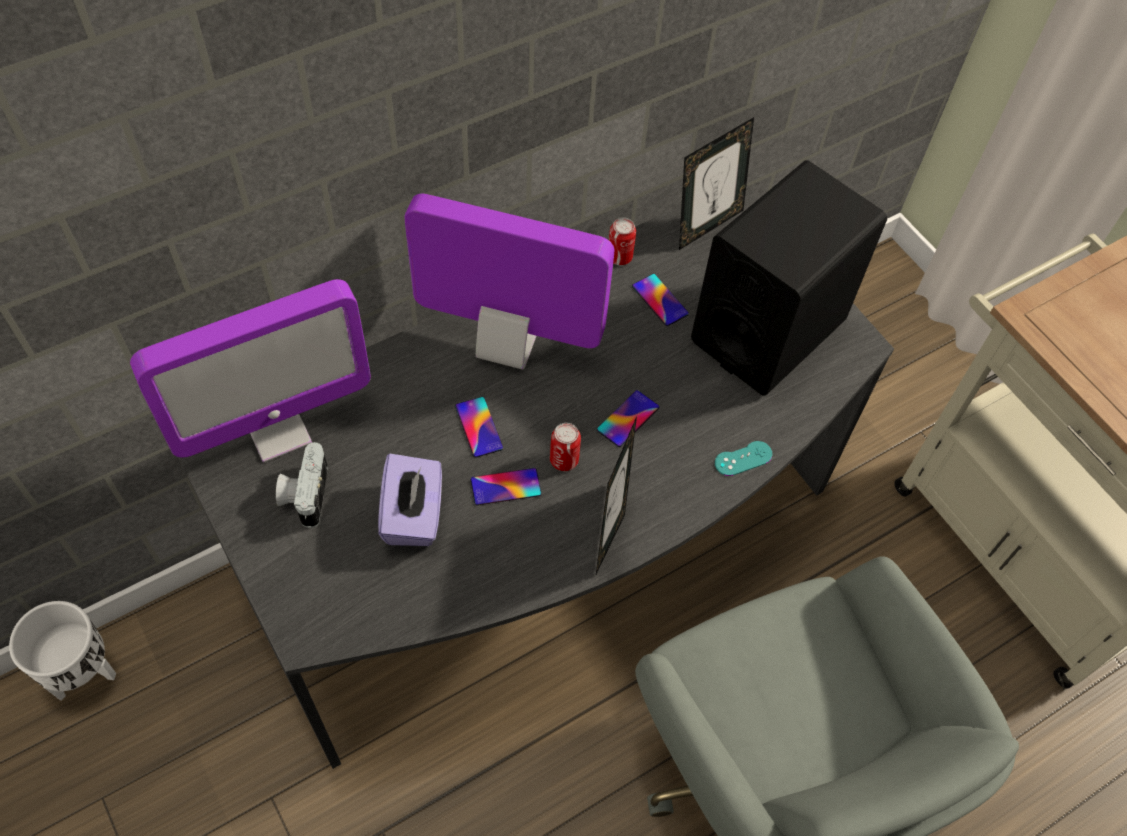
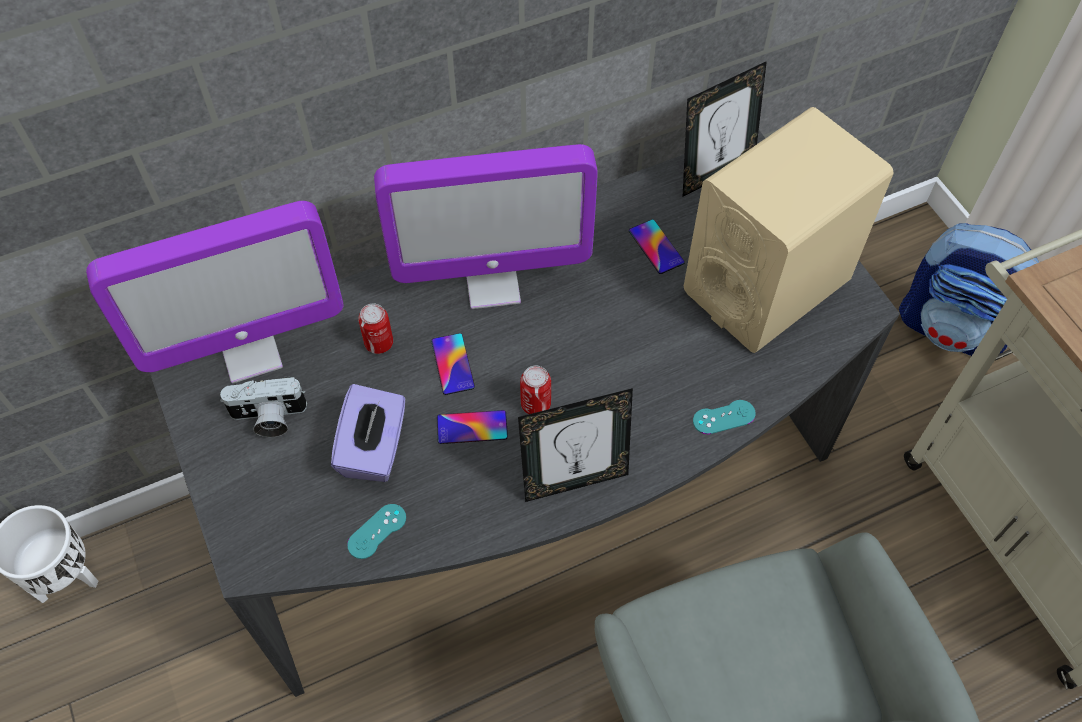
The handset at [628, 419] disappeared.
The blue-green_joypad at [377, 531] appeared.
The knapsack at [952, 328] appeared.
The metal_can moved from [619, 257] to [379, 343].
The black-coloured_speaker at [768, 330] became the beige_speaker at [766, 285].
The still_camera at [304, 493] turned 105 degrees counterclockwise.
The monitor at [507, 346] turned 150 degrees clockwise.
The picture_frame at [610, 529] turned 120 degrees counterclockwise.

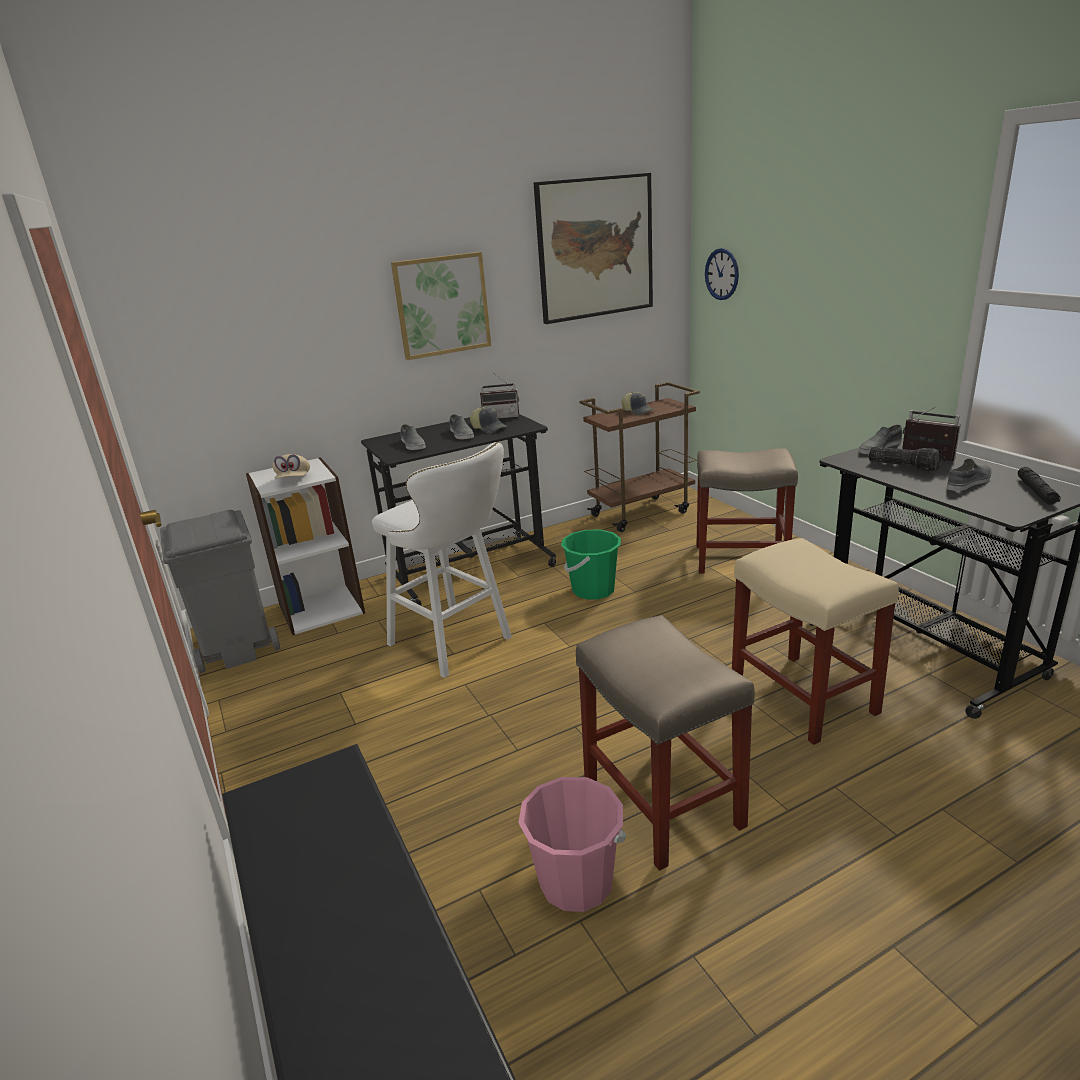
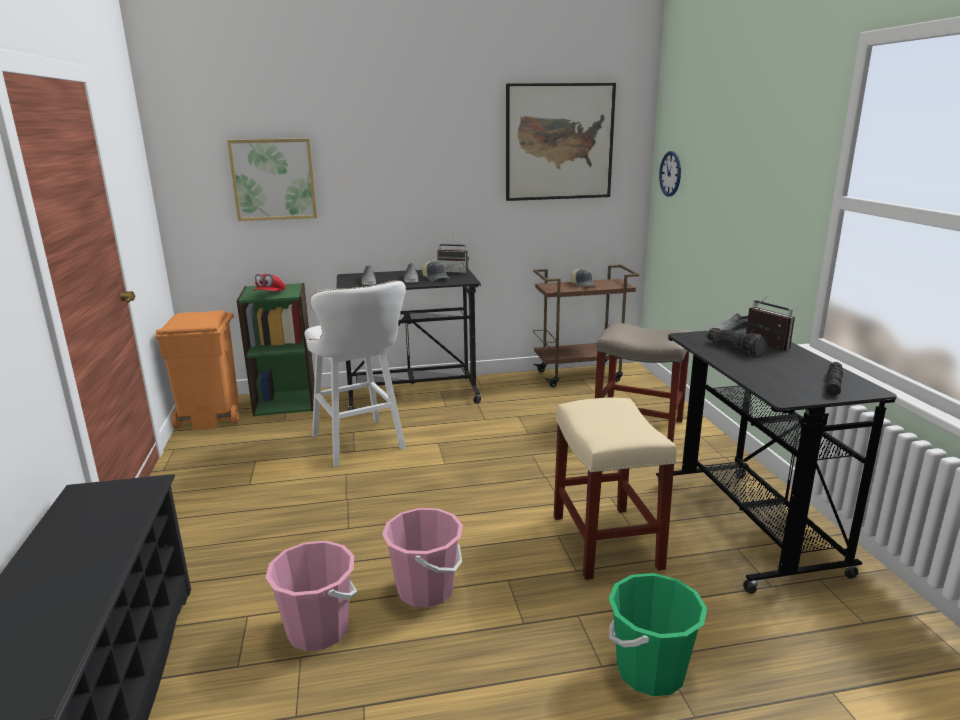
The gray_low_shoe at [969, 482] disappeared.
The wall_art moved from [442, 305] to [274, 179].
The greenish_bucket moved from [593, 590] to [650, 671].
The beige_sitting_stool at [660, 801] was replaced by the pink-coloured_bucket at [426, 590].
The gray_trash_can at [237, 648] became the orange-coloured_trash_can at [210, 417].
The whitish_bookshelf at [321, 608] became the greenish_bookshelf at [285, 402].
The beige_baseball_cap at [294, 480] became the reddish_baseball_cap at [270, 294].

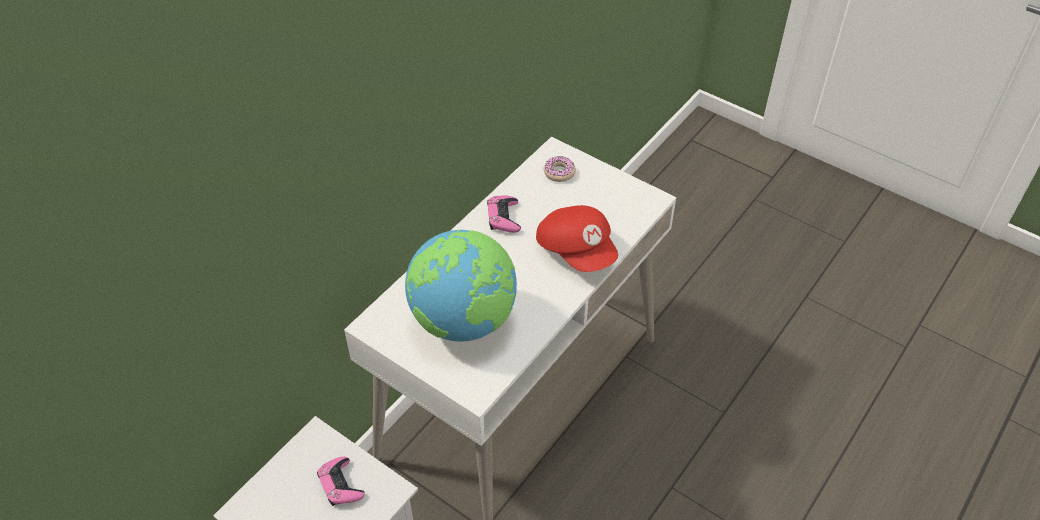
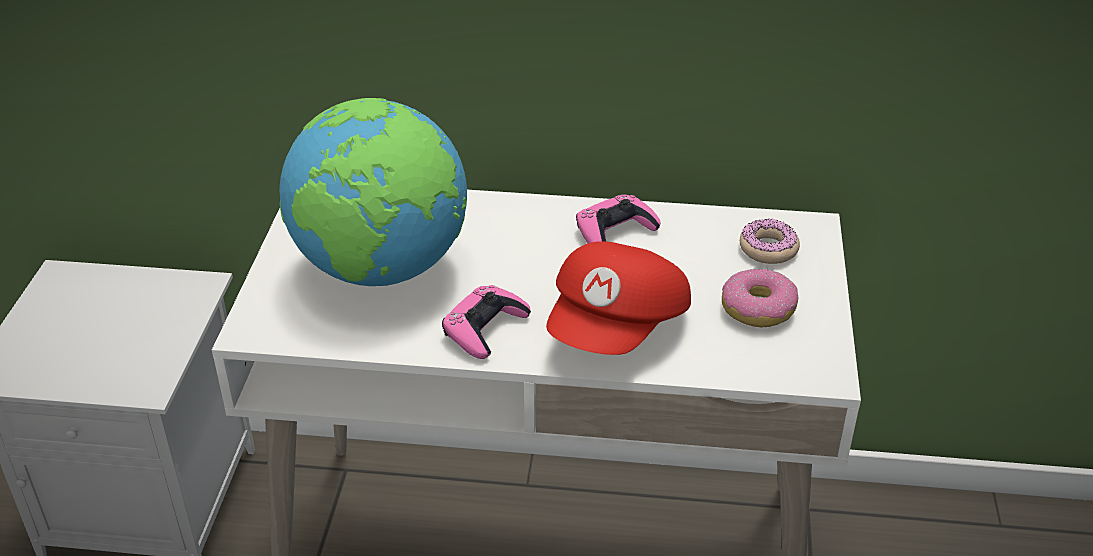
The doughnut at [758, 308] appeared.
The pink-coloured_joypad moved from [341, 485] to [485, 328].

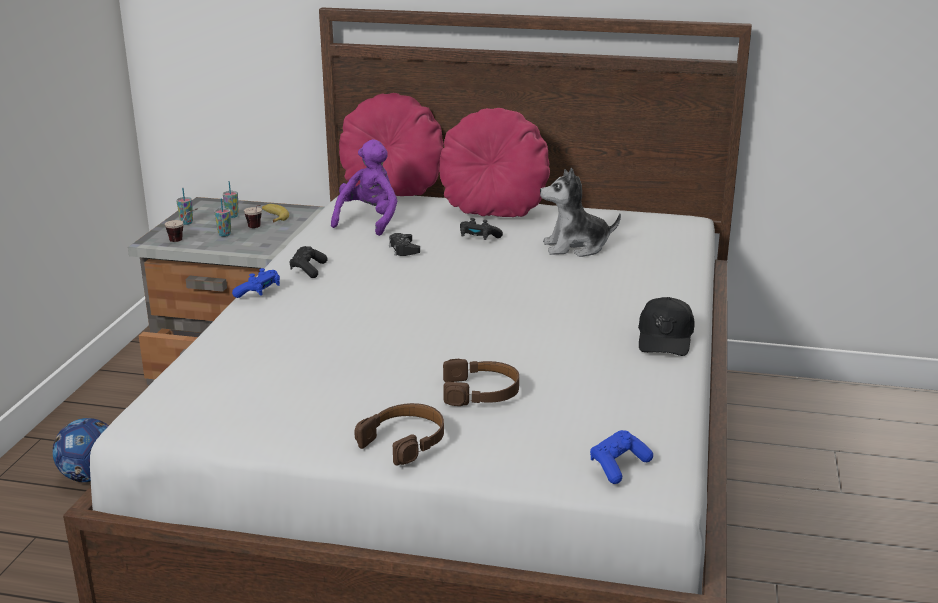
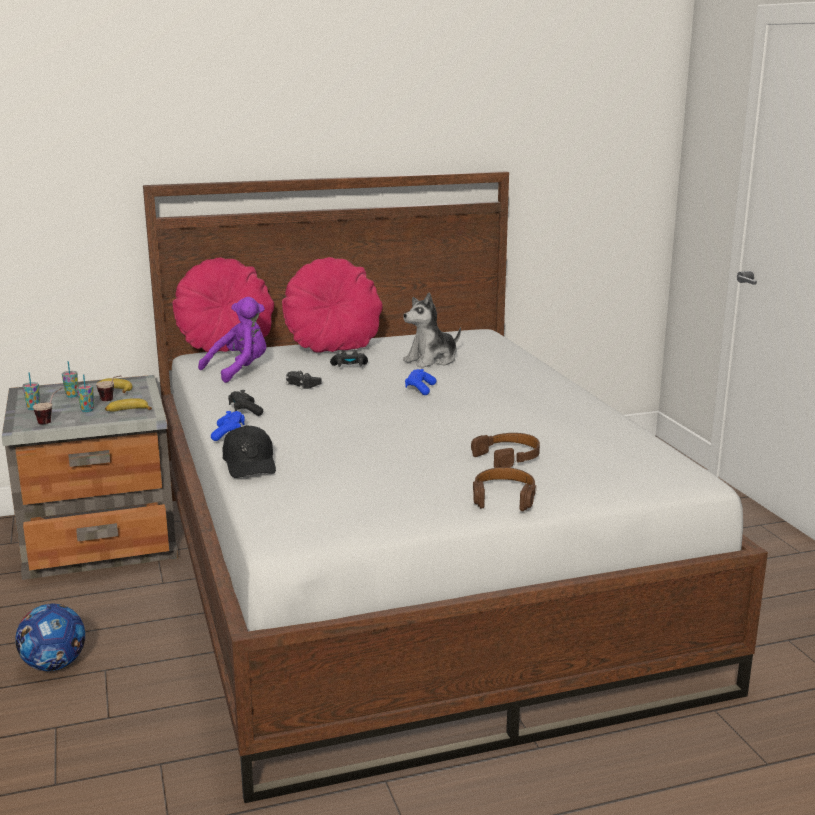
The banana at [128, 411] appeared.
The blue_joypad moved from [618, 466] to [420, 389].
The black-coloured_baseball_cap moved from [665, 339] to [250, 464].
The purple_cuddly_toy at [369, 221] turned 60 degrees clockwise.

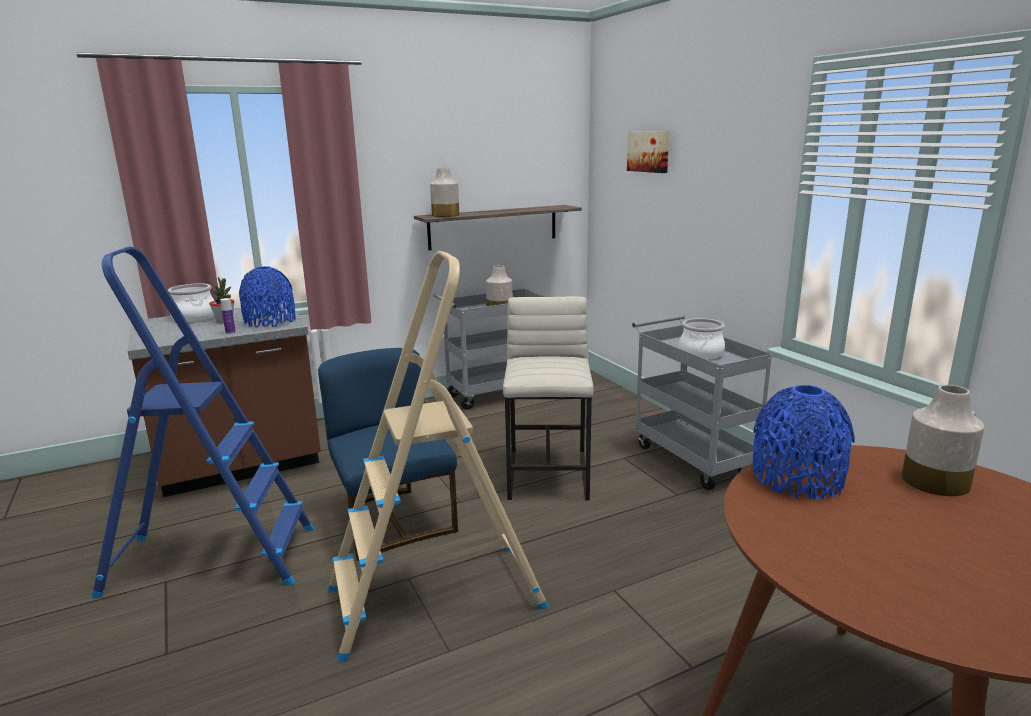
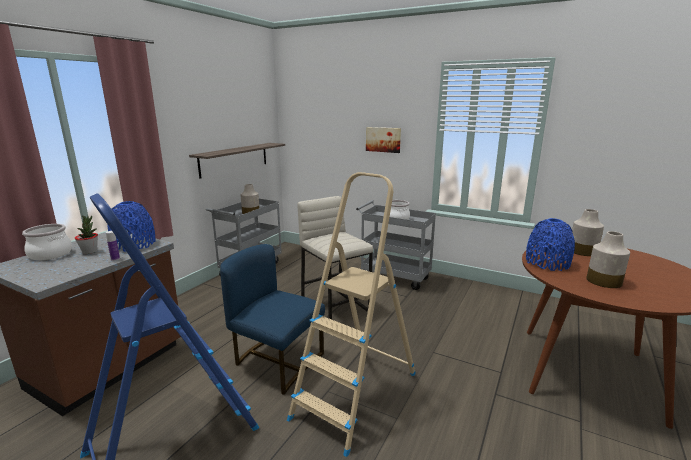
The beige_decorative_vase moved from [445, 215] to [603, 281].
The wall_art moved from [649, 151] to [383, 139].

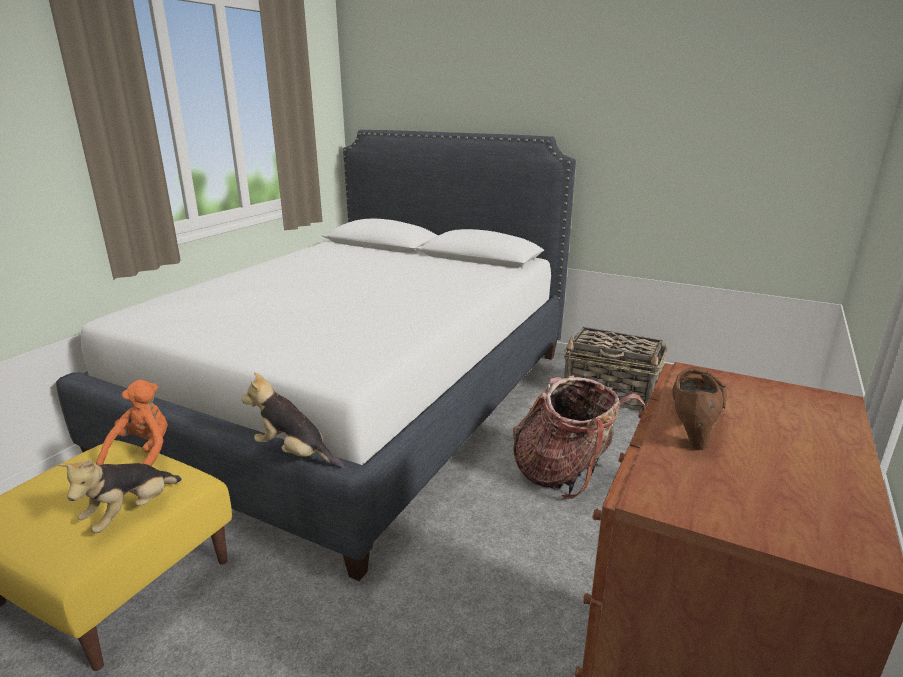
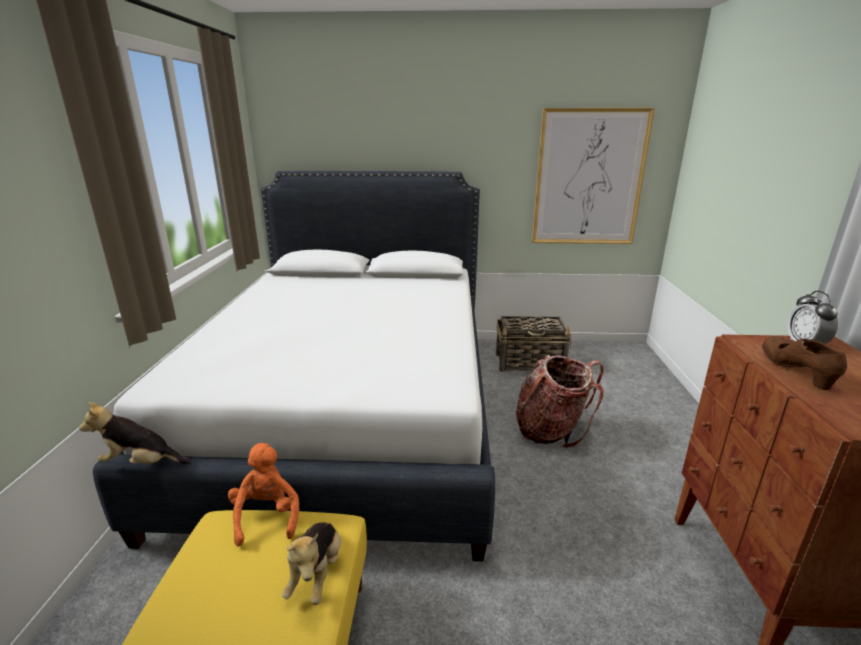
The wall_art at [589, 178] appeared.
The bedside_clock at [804, 345] appeared.
The cuddly_toy moved from [295, 453] to [142, 463].

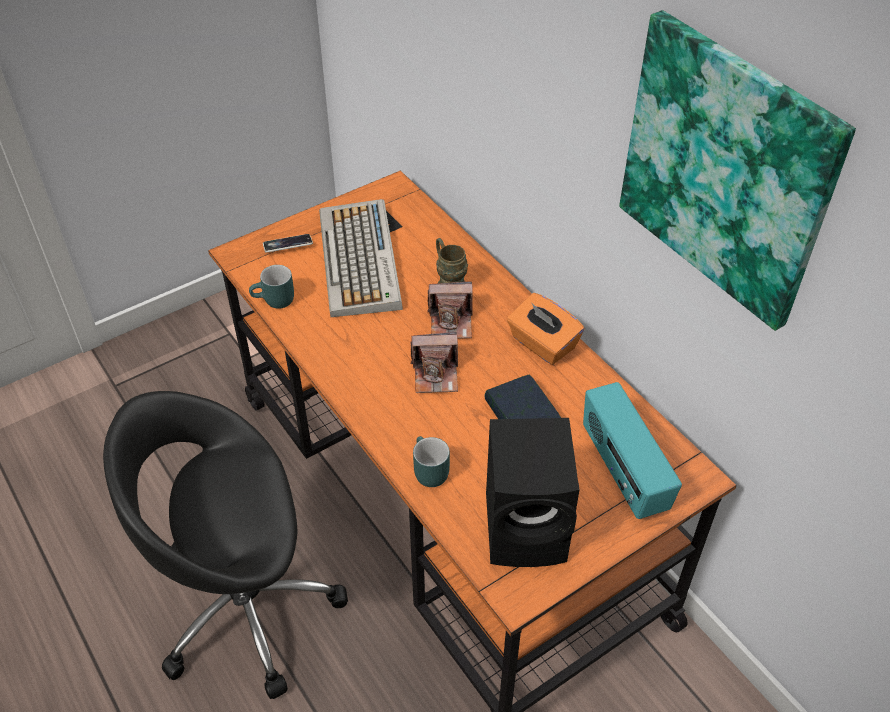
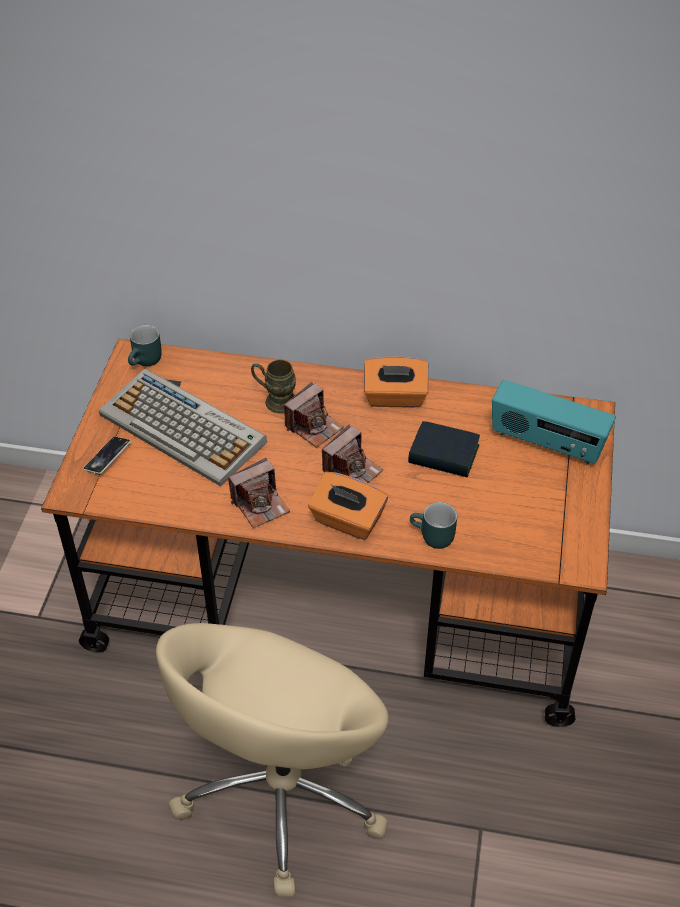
The black-coloured_speaker at [529, 529] disappeared.
The wall_art at [726, 170] disappeared.
The still_camera at [260, 504] appeared.
The orange-coloured_box_of_tissues at [347, 520] appeared.
The blue-green_coffee_mug moved from [275, 302] to [146, 361].
The black-coloured_computer_chair at [244, 605] became the beige_computer_chair at [278, 798].

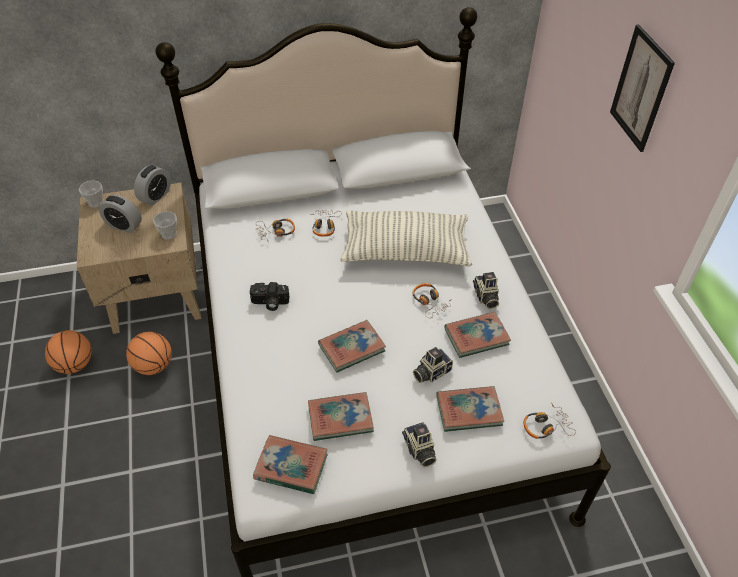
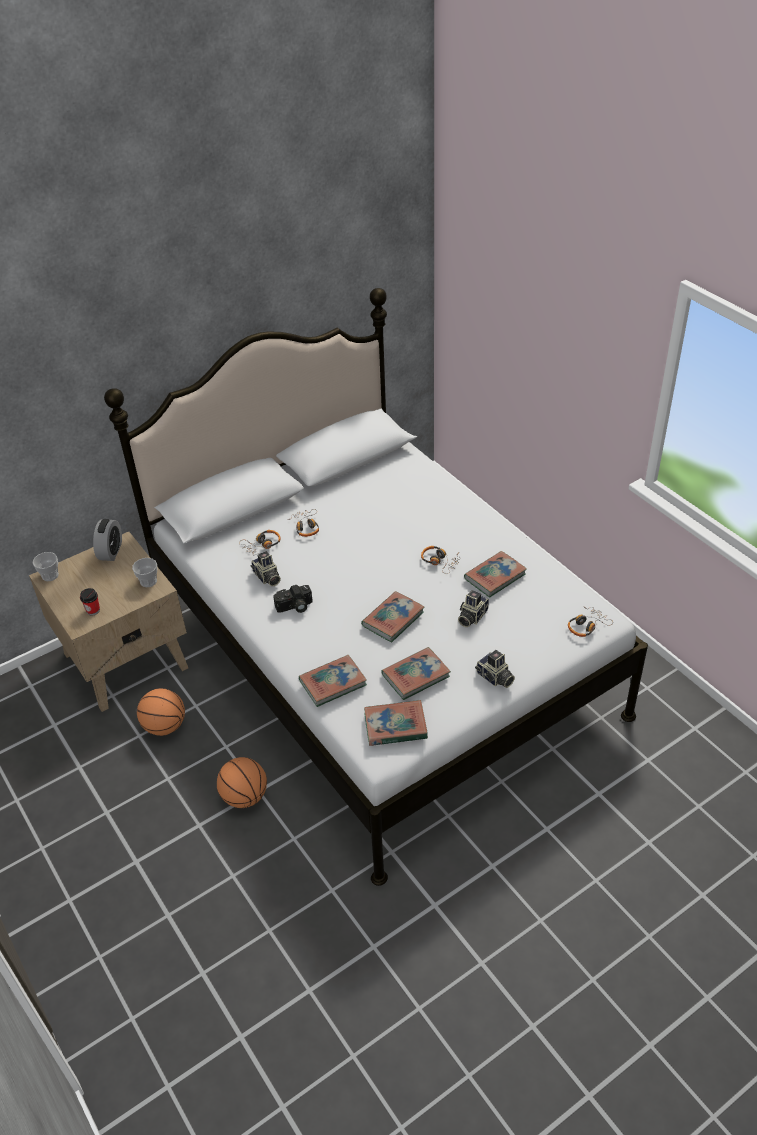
The bedside_clock at [124, 225] disappeared.
The cushion at [405, 250] disappeared.
The wall_art at [641, 89] disappeared.
The cup at [93, 610] appeared.
The basketball moved from [75, 364] to [245, 797].
The bound_book moved from [469, 411] to [333, 683].
The still_camera moved from [485, 297] to [267, 577].

